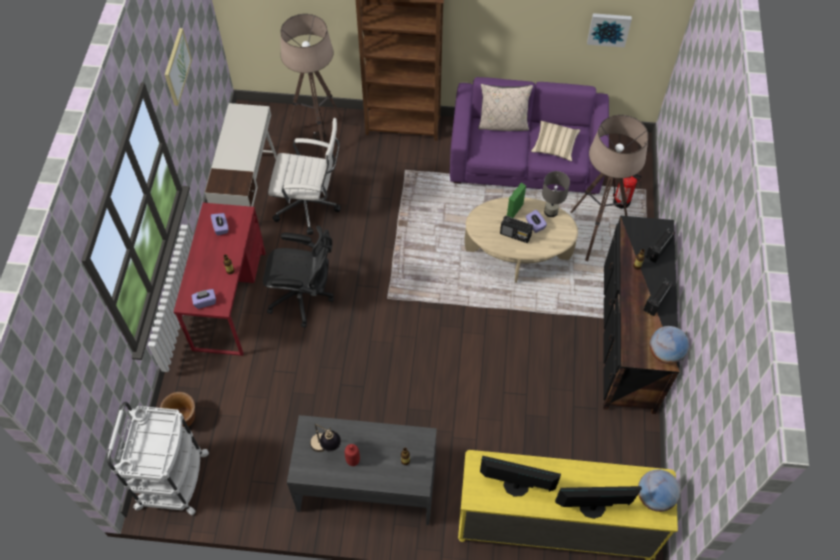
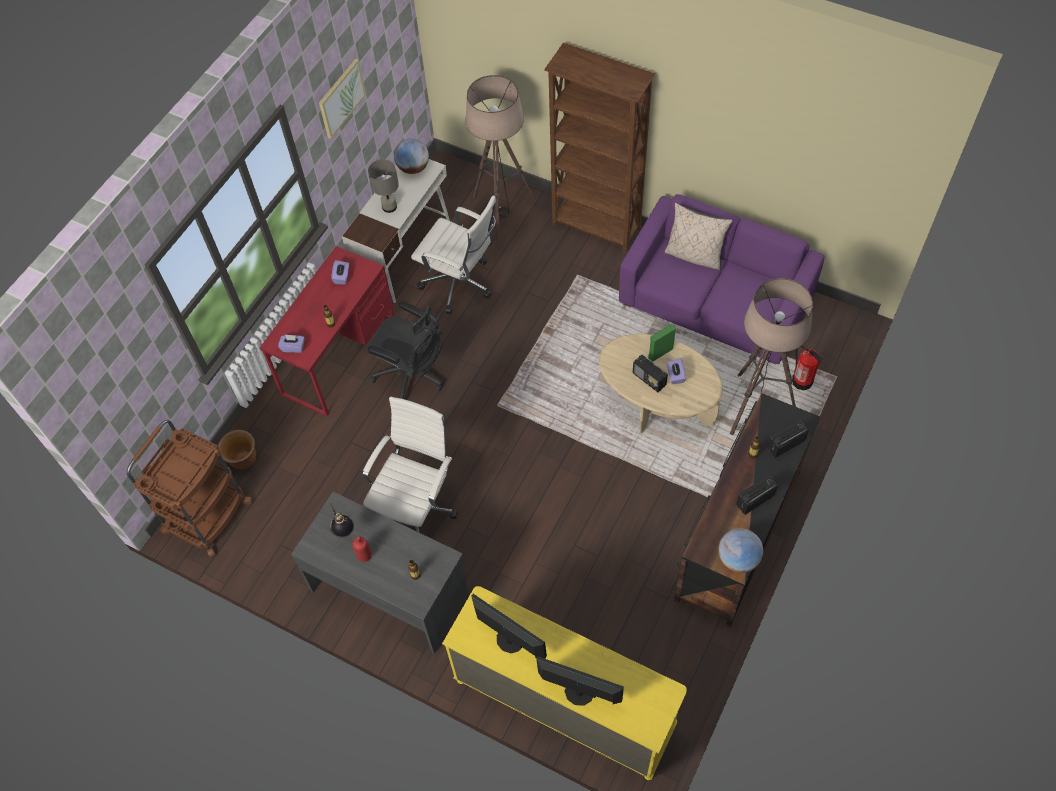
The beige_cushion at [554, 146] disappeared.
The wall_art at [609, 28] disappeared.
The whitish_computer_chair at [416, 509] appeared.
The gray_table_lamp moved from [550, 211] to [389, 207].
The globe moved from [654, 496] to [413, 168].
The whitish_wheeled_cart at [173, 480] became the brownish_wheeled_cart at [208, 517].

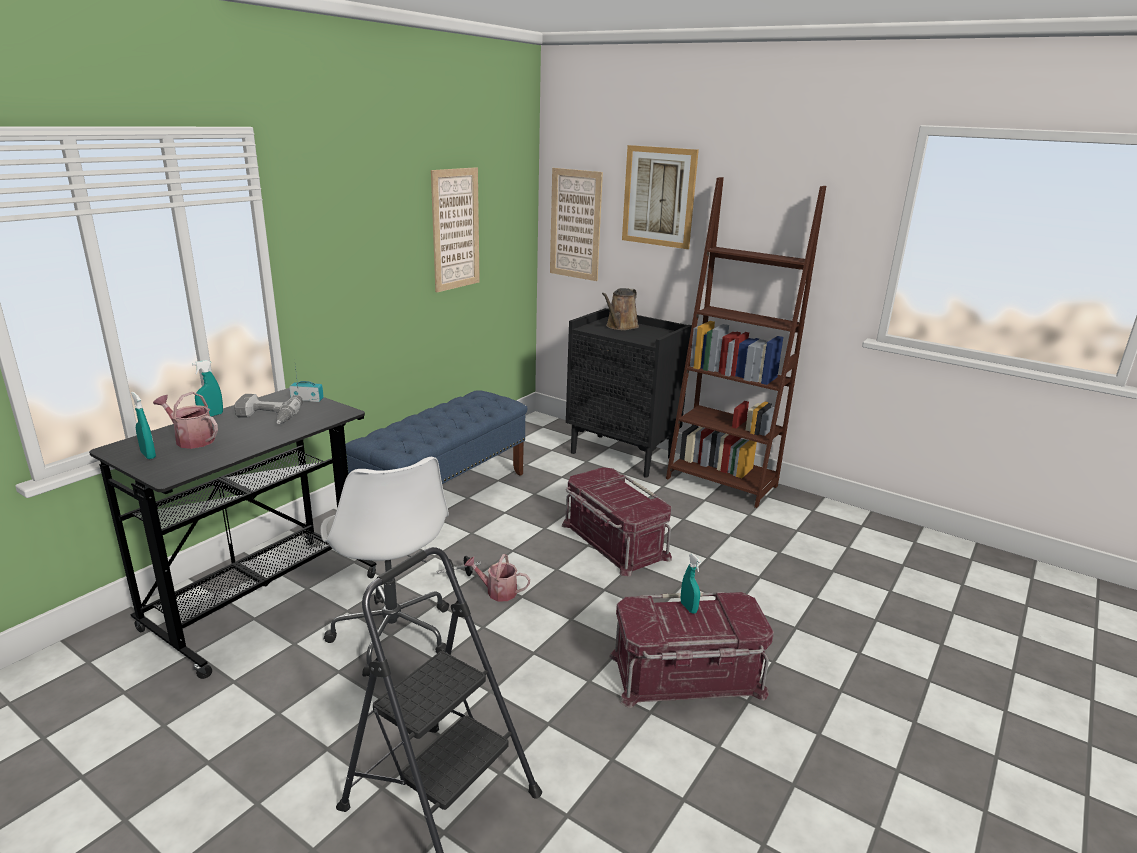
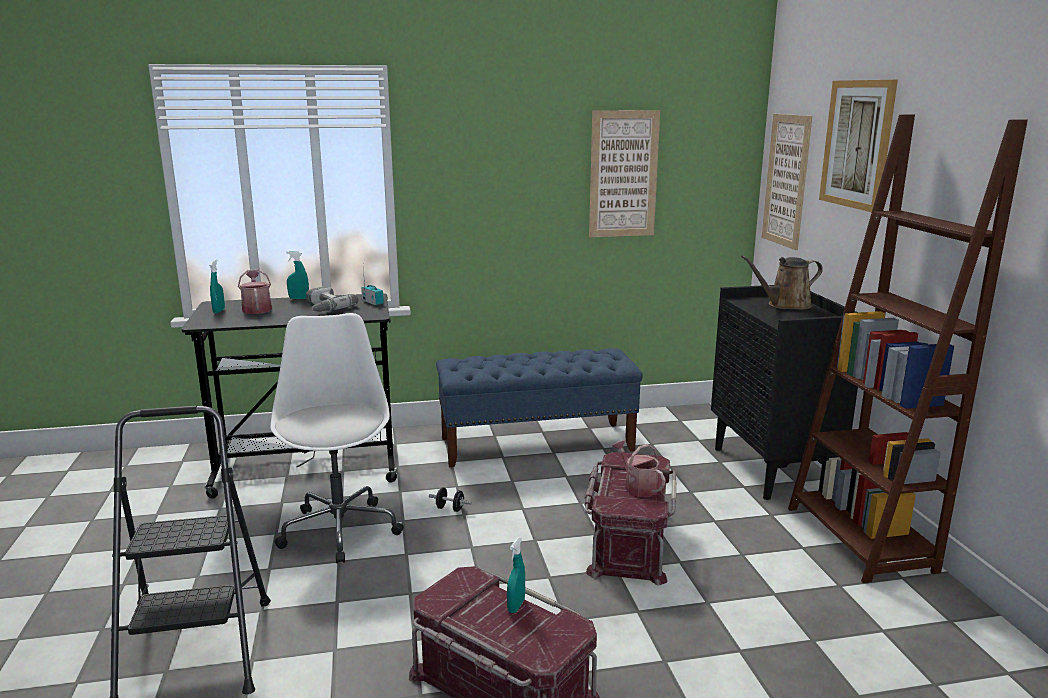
The watering_can moved from [497, 592] to [638, 486].
The whitish_computer_chair at [394, 637] turned 150 degrees clockwise.

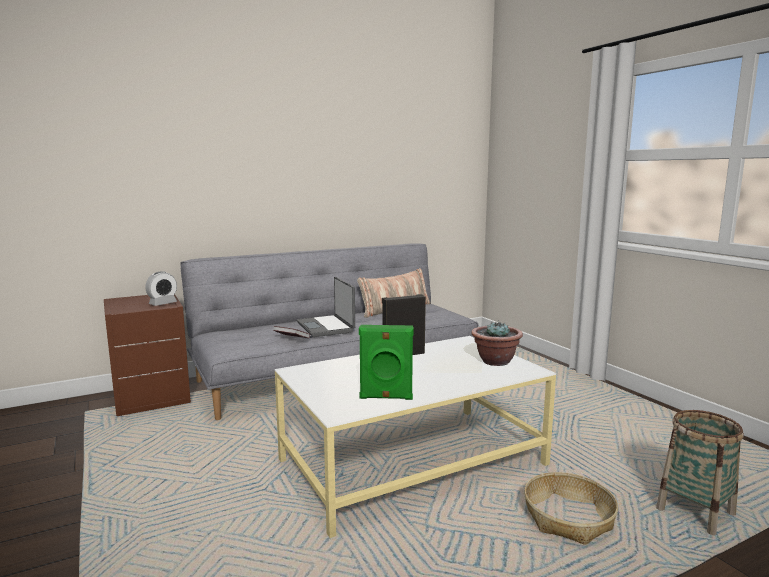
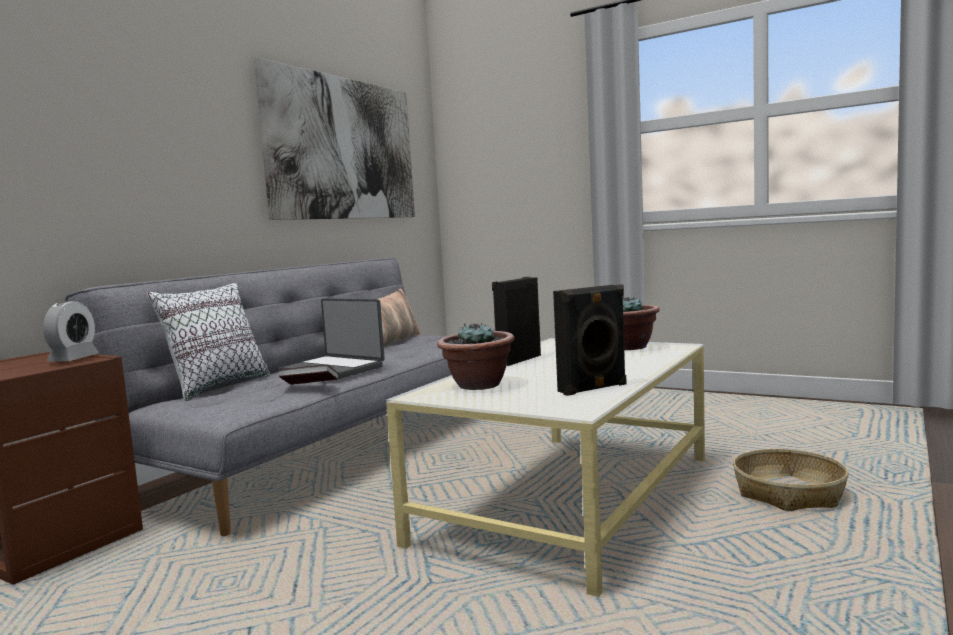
The basket at [695, 511] disappeared.
The whitish_cushion at [219, 387] appeared.
The wall_art at [343, 149] appeared.
The houseplant at [478, 385] appeared.
The greenish_speaker at [386, 397] became the black-coloured_speaker at [594, 388].

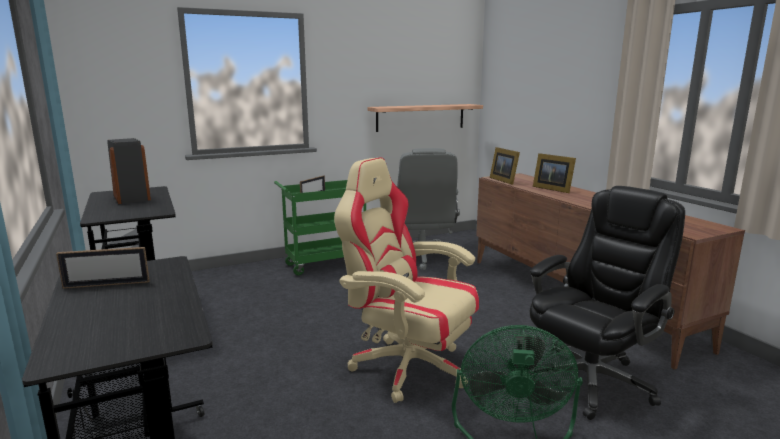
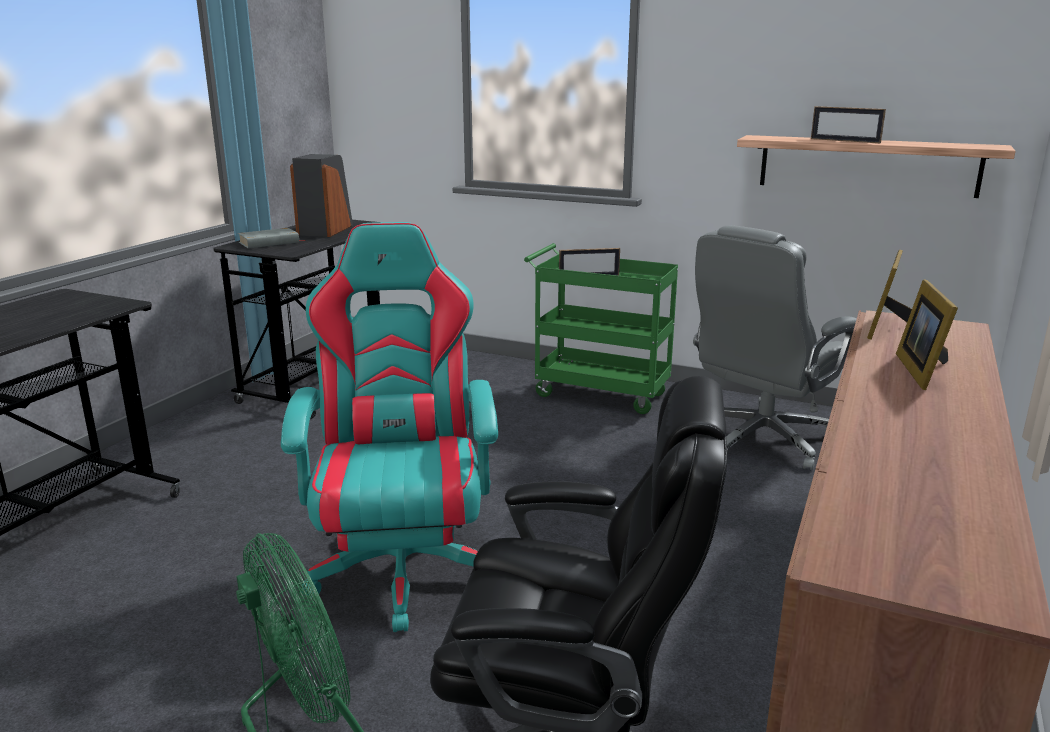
The gray_bound_book at [269, 242] appeared.
The picture_frame moved from [106, 284] to [845, 141].
The beige_computer_chair at [410, 368] became the blue-green_computer_chair at [403, 570].

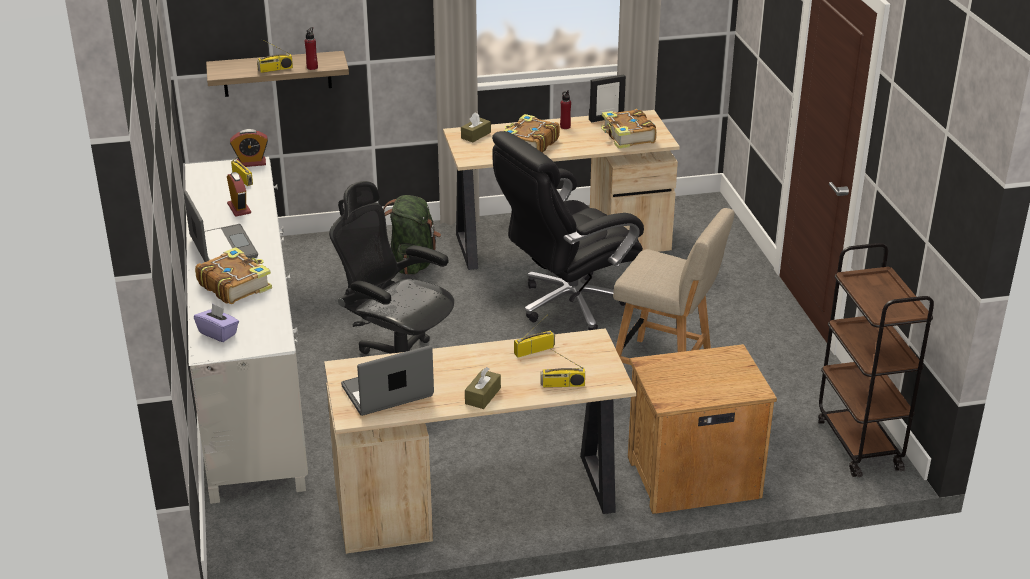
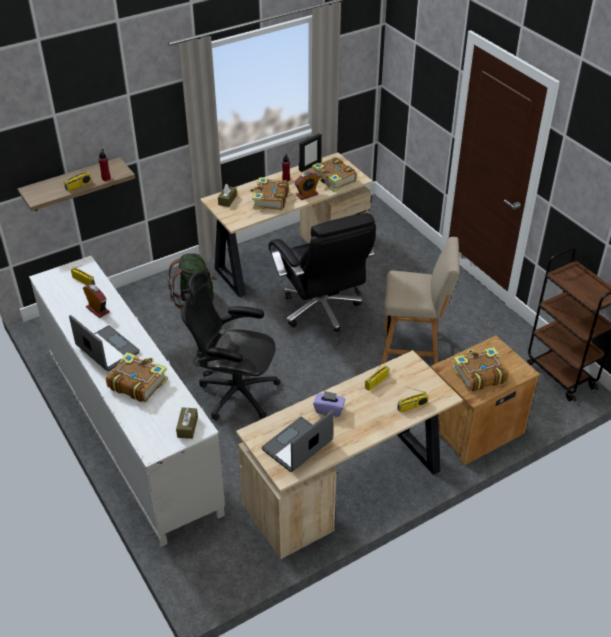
The bound_book at [478, 375] appeared.
The purple_box_of_tissues moved from [218, 333] to [329, 409].
The bedside_clock moved from [251, 163] to [307, 195].
The brownish_box_of_tissues moved from [483, 396] to [187, 427].
The black-coloured_computer_chair at [567, 306] turned 60 degrees counterclockwise.

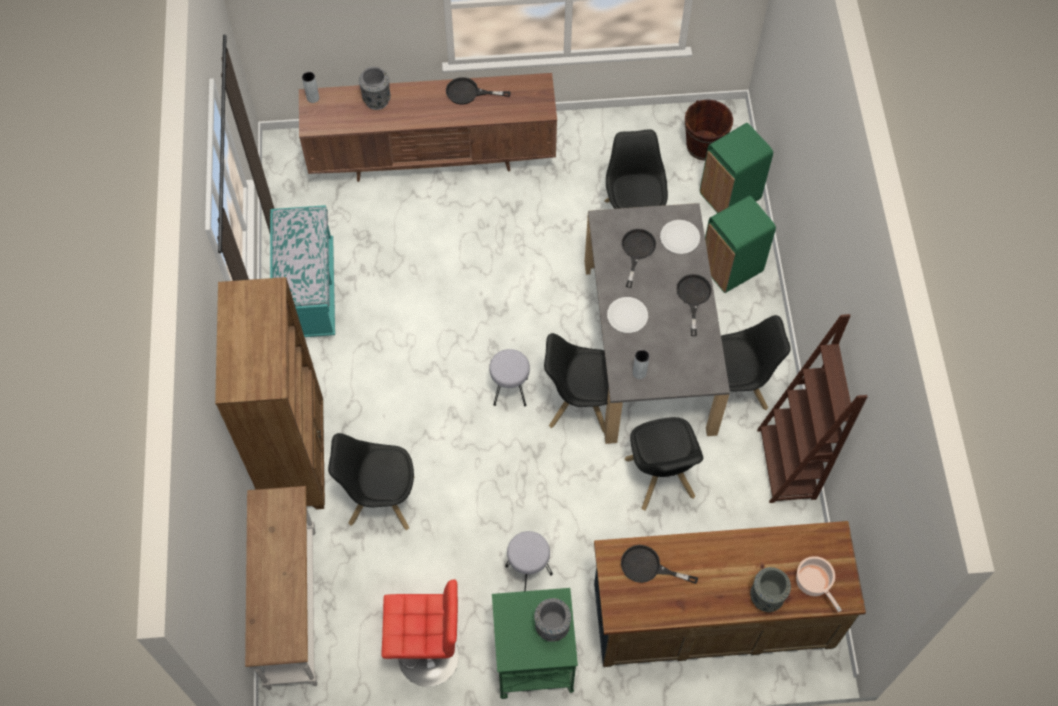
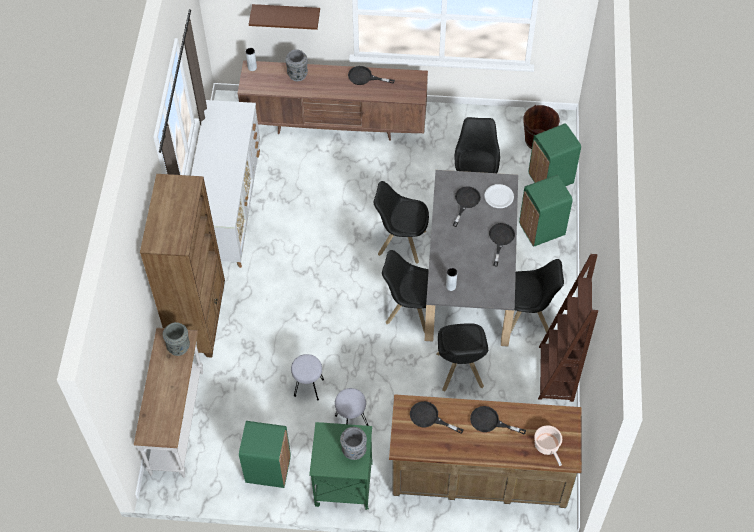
The whitish_flat_dish at [627, 315] disappeared.
The brownish_bracket_shelf at [286, 13] appeared.
The black-coloured_skillet at [490, 422] appeared.
The black-coloured_upright_chair moved from [381, 500] to [401, 243].
The gray_sitting_stool moved from [509, 391] to [308, 387].
The gray_decorative_vase moved from [766, 597] to [179, 346].
The blue-green_indoor_bench at [307, 291] was replaced by the whitish_drawer_chest at [228, 205].
The reddish_sitting_stool at [429, 657] was replaced by the greenish_trash_can at [268, 470].

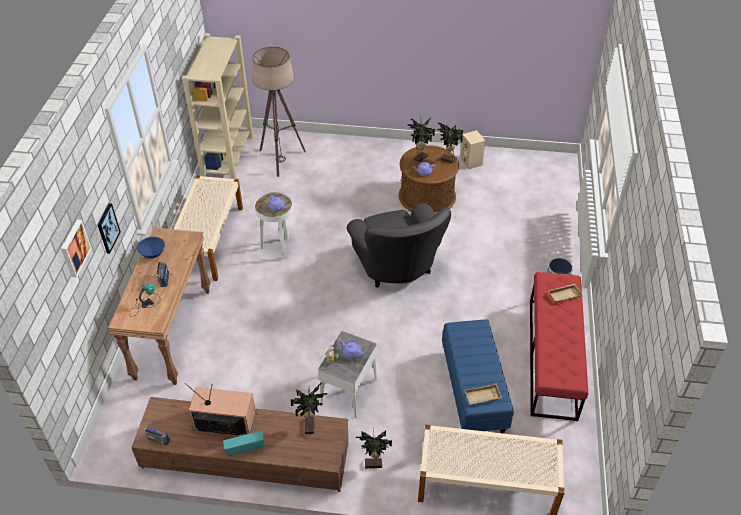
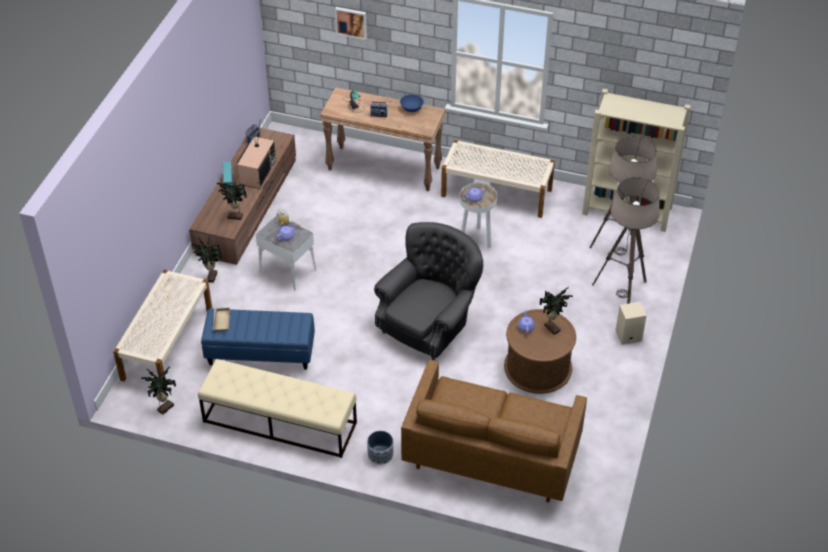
The wall_art at [107, 228] disappeared.
The beige_serving_tray at [564, 294] disappeared.
The brownish_settee at [492, 455] appeared.
The standing_lamp at [621, 294] appeared.
The houseplant moved from [447, 160] to [164, 408].
The beige_speaker moved from [471, 162] to [628, 336].
The reddish_indoor_bench at [552, 358] became the beige_indoor_bench at [279, 422].
The gray_armchair at [397, 268] turned 135 degrees clockwise.

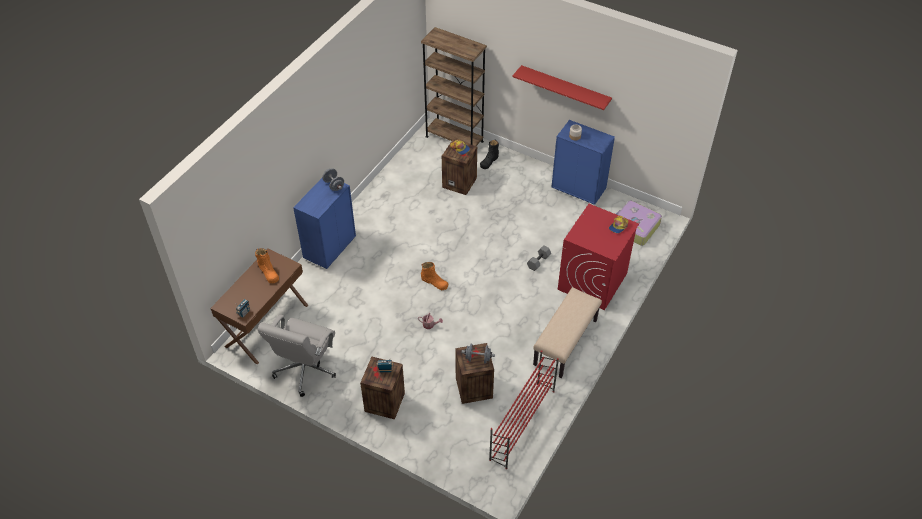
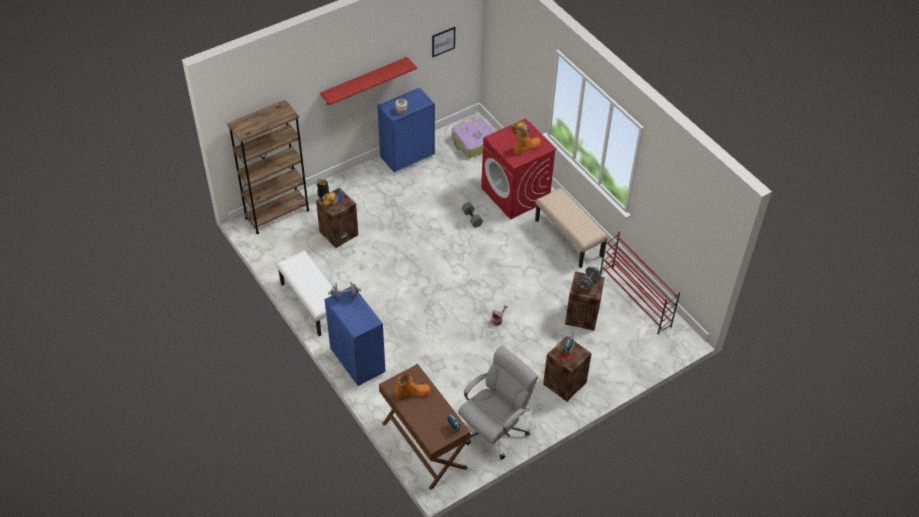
The whitish_indoor_bench at [312, 303] appeared.
The wall_art at [443, 41] appeared.
The orange-coloured_tall_boot moved from [434, 282] to [527, 147].
The gray_computer_chair at [305, 368] turned 90 degrees counterclockwise.

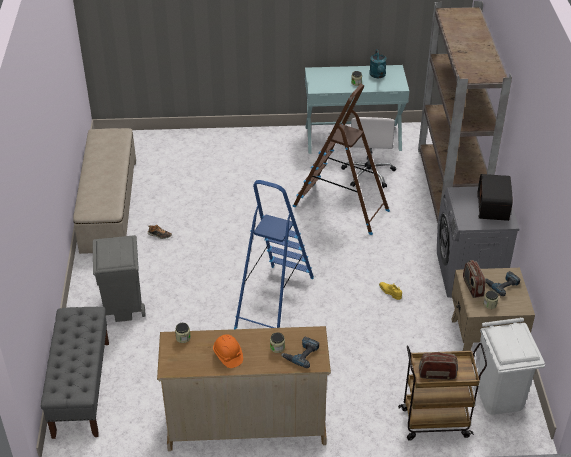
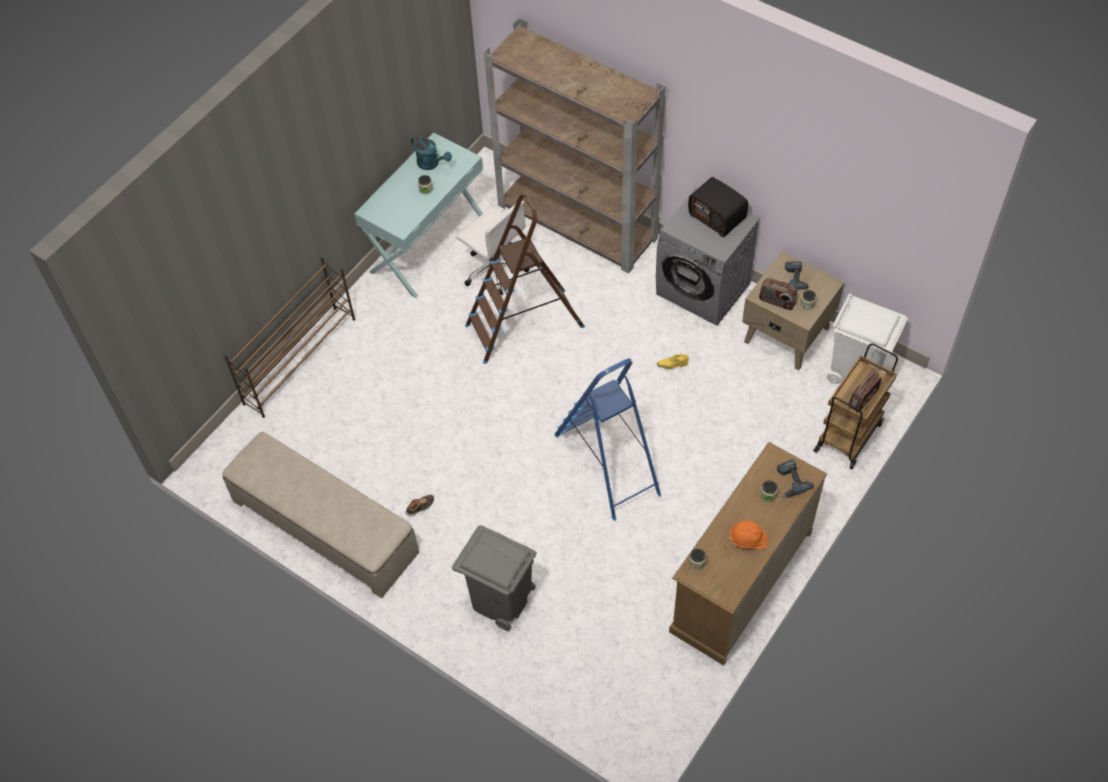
The gray_indoor_bench at [81, 388] disappeared.
The brownish_shoe_rack at [300, 360] appeared.

